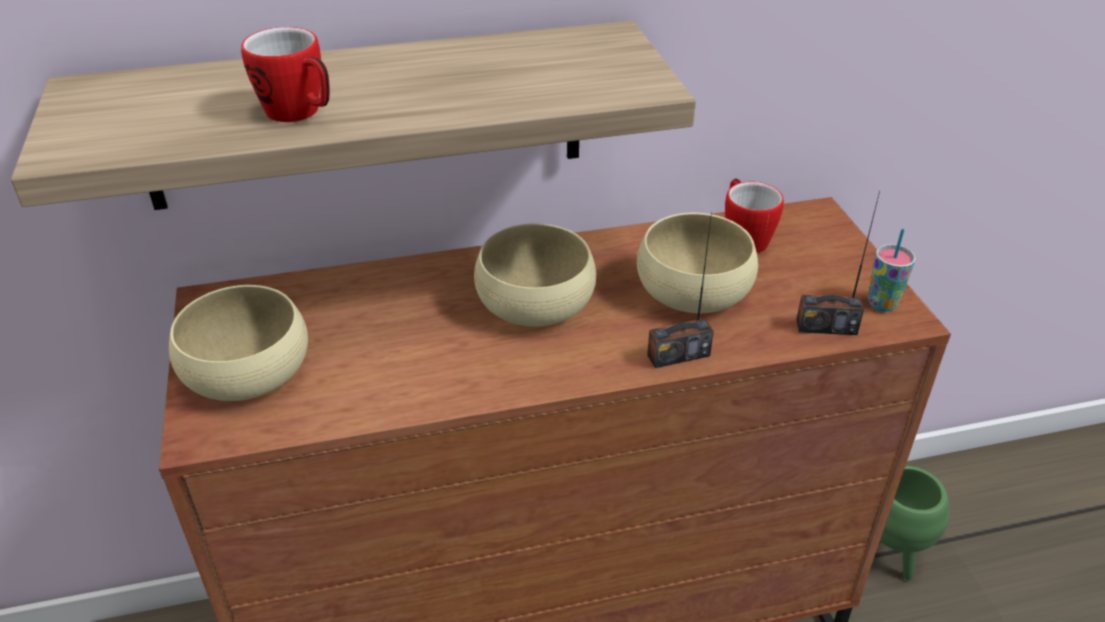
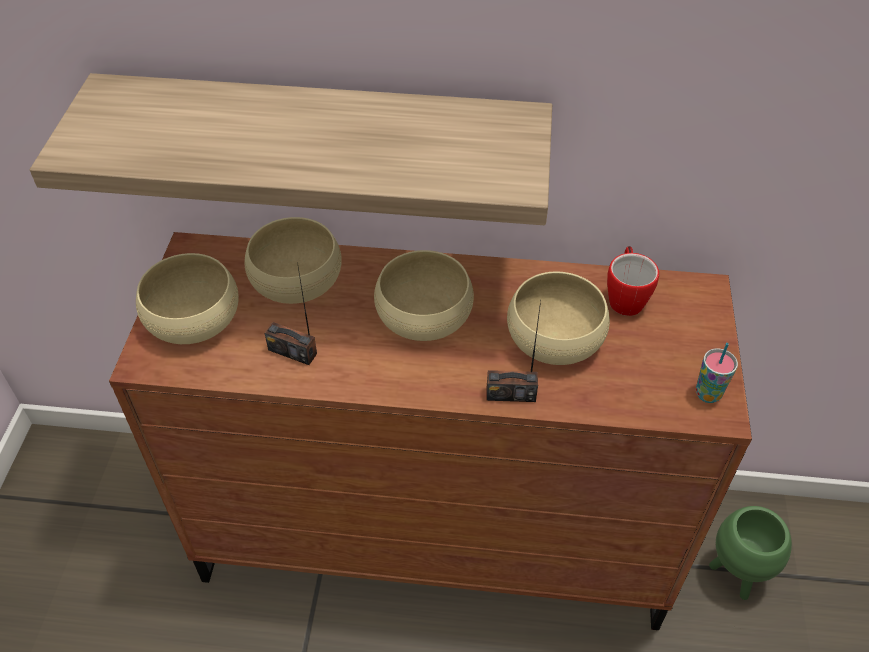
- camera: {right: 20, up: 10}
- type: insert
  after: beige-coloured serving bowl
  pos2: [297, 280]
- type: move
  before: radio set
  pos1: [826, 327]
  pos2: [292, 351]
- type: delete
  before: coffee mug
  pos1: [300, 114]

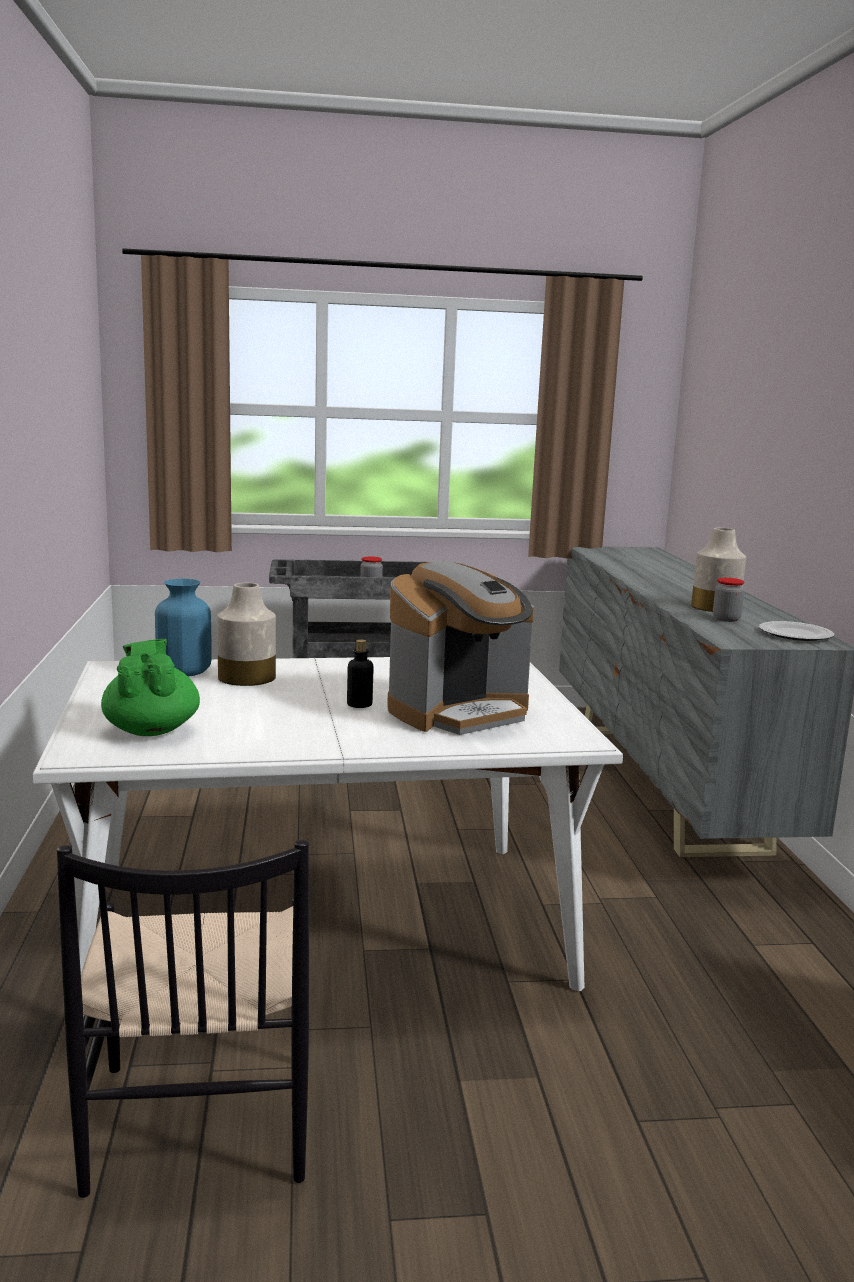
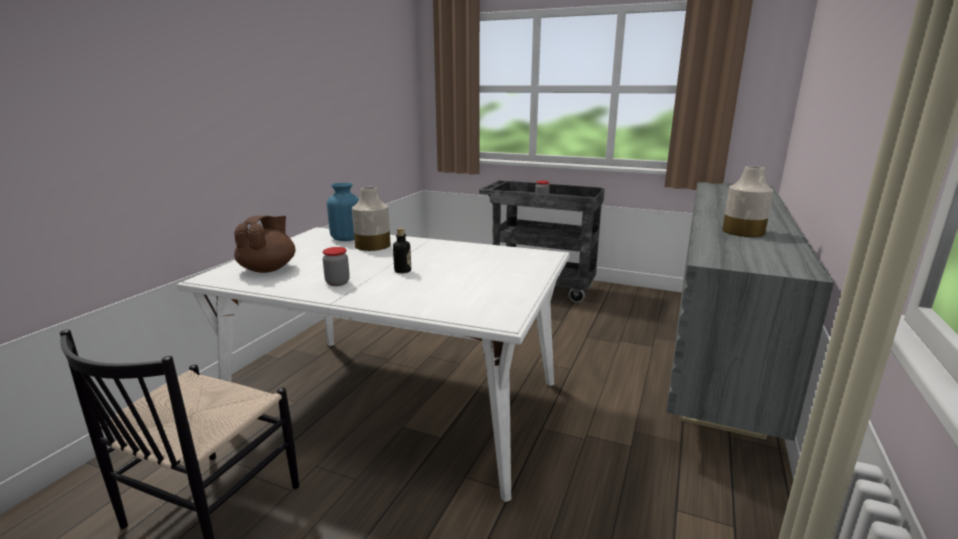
- camera: {right: 30, up: 5}
- type: recolor
  before: green-coloured pot for tea
  after: brown-coloured pot for tea
  pos1: [151, 730]
  pos2: [268, 269]
- type: move
  before: preserve jar
  pos1: [726, 619]
  pos2: [337, 283]
- type: delete
  before: coffee machine
  pos1: [459, 712]
- type: delete
  before: flat dish
  pos1: [794, 634]

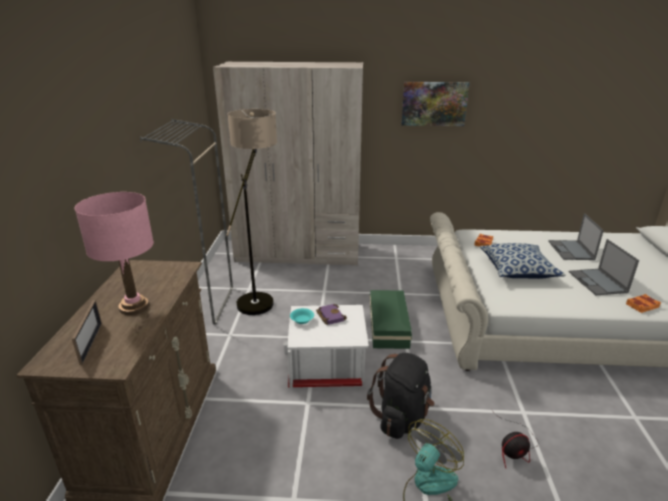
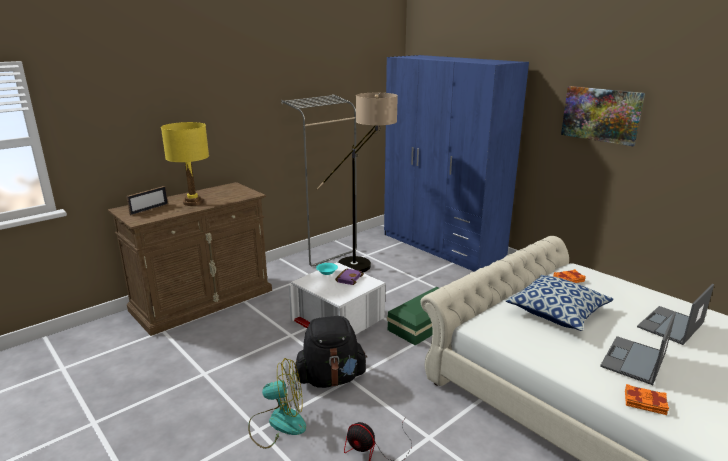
- camera: {right: 45, up: -5}
- type: recolor
  before: pink tabletop lamp
  after: yellowish tabletop lamp
  pos1: [134, 307]
  pos2: [193, 202]
- type: recolor
  before: beige-coloured clothes cupboard
  after: blue clothes cupboard
  pos1: [298, 253]
  pos2: [442, 246]

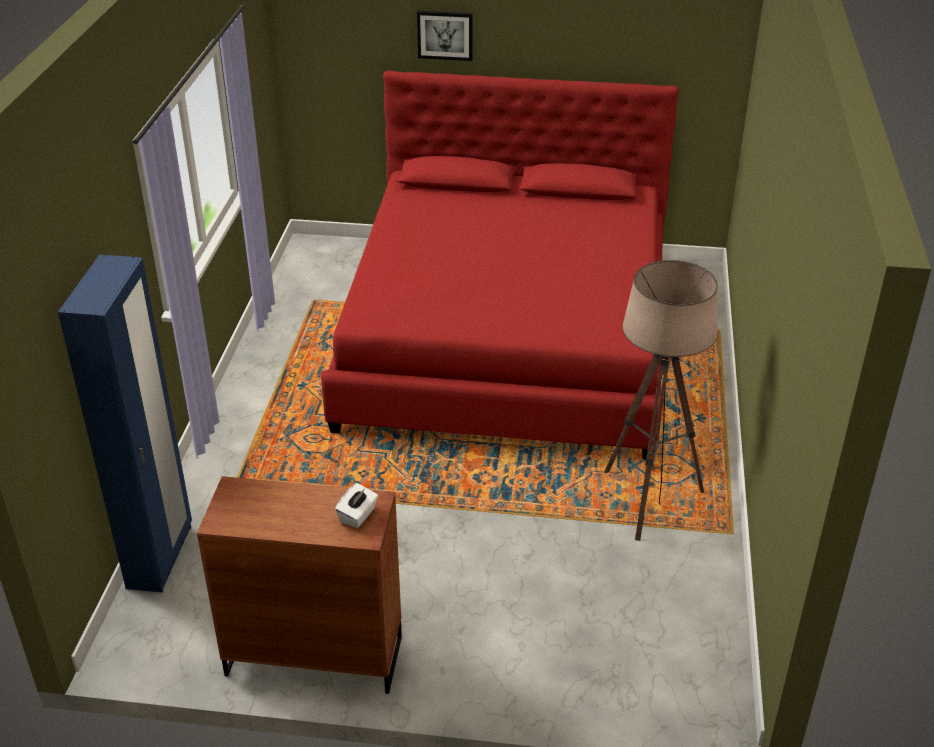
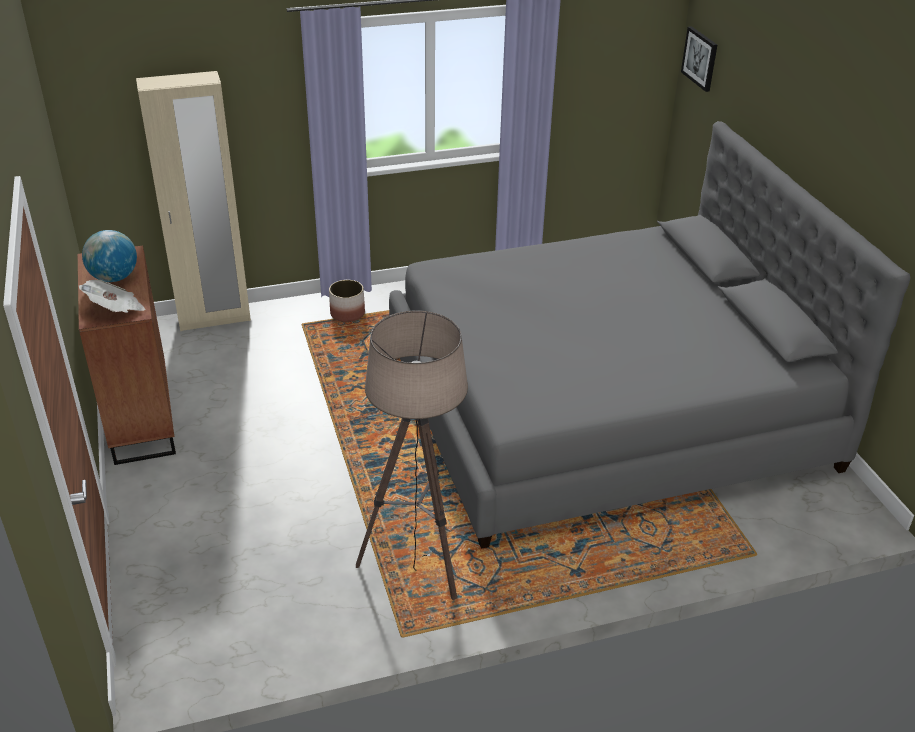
- camera: {right: 65, up: 0}
- type: replace
  before: white tissue box
  after: printed paper
  pos1: [358, 515]
  pos2: [116, 310]
- type: insert
  after: desk globe
  pos2: [114, 278]
- type: recolor
  before: blue clothes cupboard
  after: beige-coloured clothes cupboard
  pos1: [161, 557]
  pos2: [214, 319]
- type: insert
  after: flower pot
  pos2: [348, 313]
- type: recolor
  before: reddish bed
  after: greyish bed
  pos1: [508, 338]
  pos2: [604, 405]
- type: move
  before: wall picture
  pos1: [445, 35]
  pos2: [700, 58]

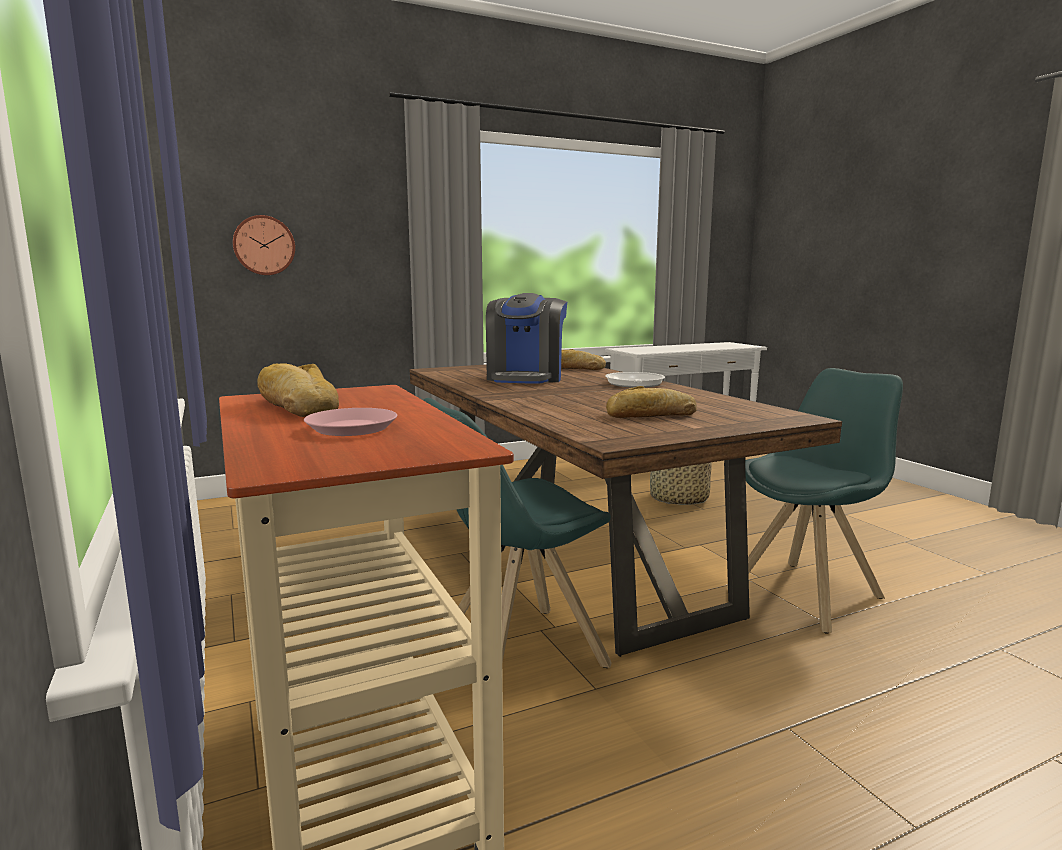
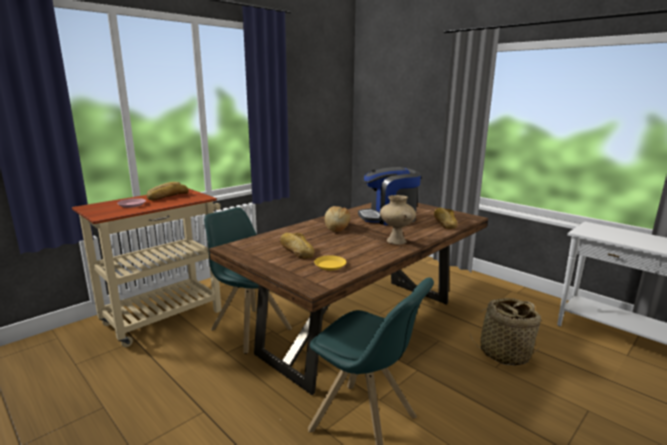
- camera: {right: 70, up: 5}
- type: insert
  after: yellowish flat dish
  pos2: [330, 265]
- type: insert
  after: baked bread
  pos2: [336, 227]
- type: replace
  before: frying pan
  after: beige-coloured vase
  pos1: [634, 384]
  pos2: [395, 241]
- type: delete
  before: hanging clock
  pos1: [264, 245]

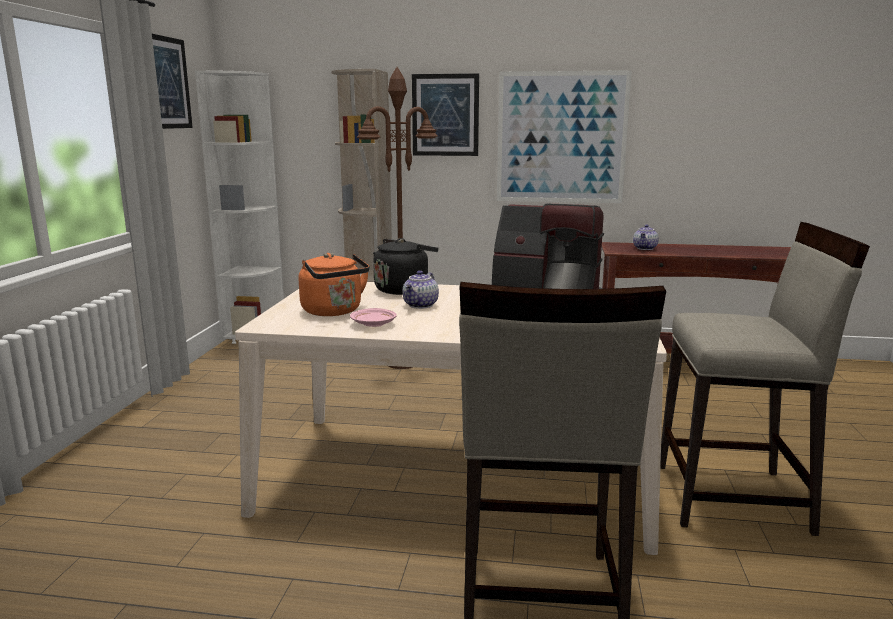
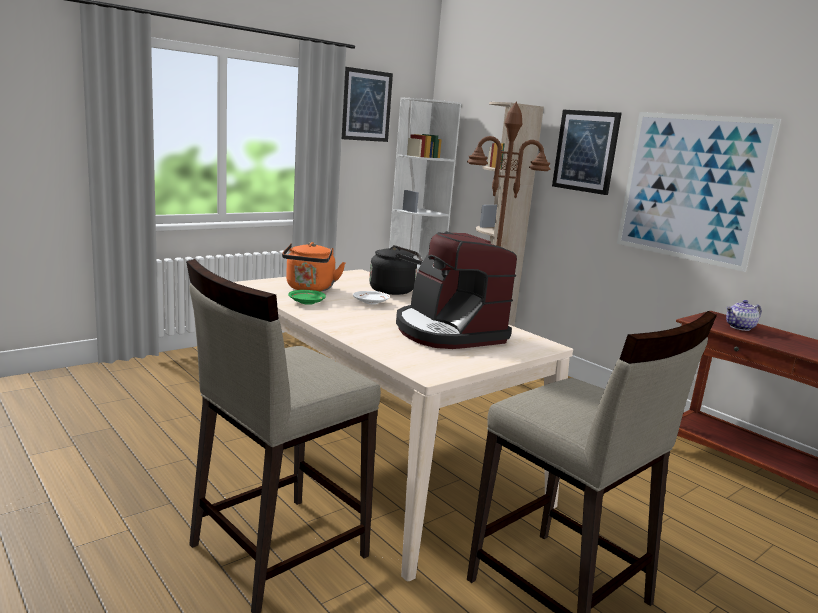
- camera: {right: 40, up: 0}
- type: recolor
  before: pink flat dish
  after: green-coloured flat dish
  pos1: [373, 324]
  pos2: [306, 302]
- type: replace
  before: pot for tea
  after: white flat dish
  pos1: [421, 305]
  pos2: [371, 302]

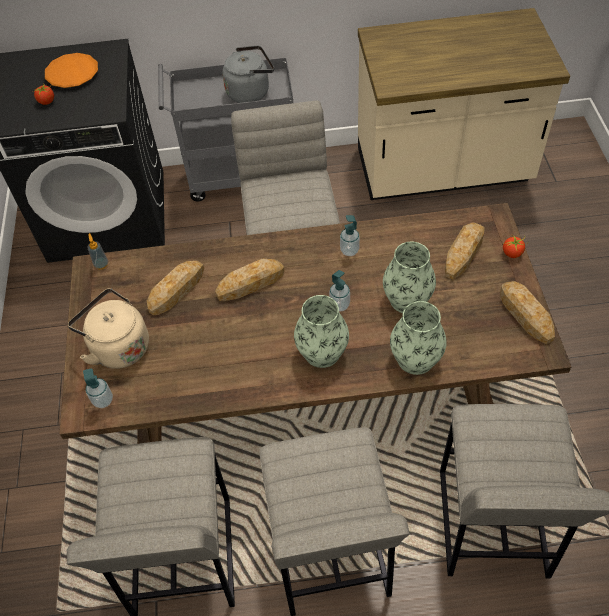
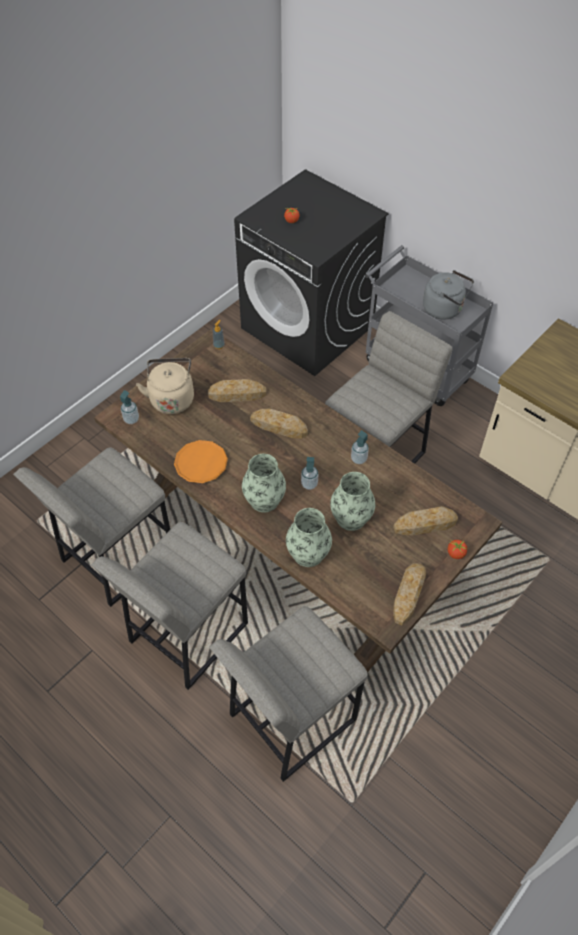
- camera: {right: 45, up: 0}
- type: move
  before: orange-coloured flat dish
  pos1: [72, 74]
  pos2: [201, 464]

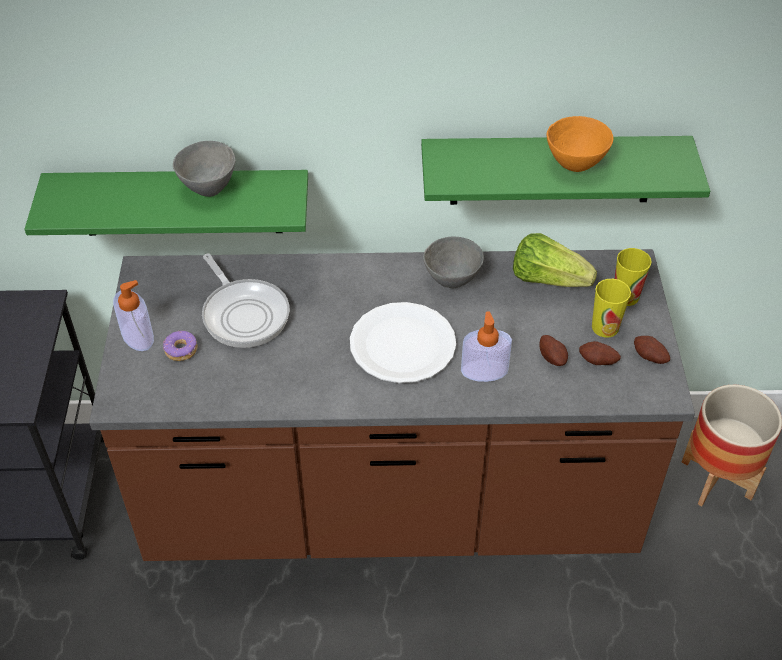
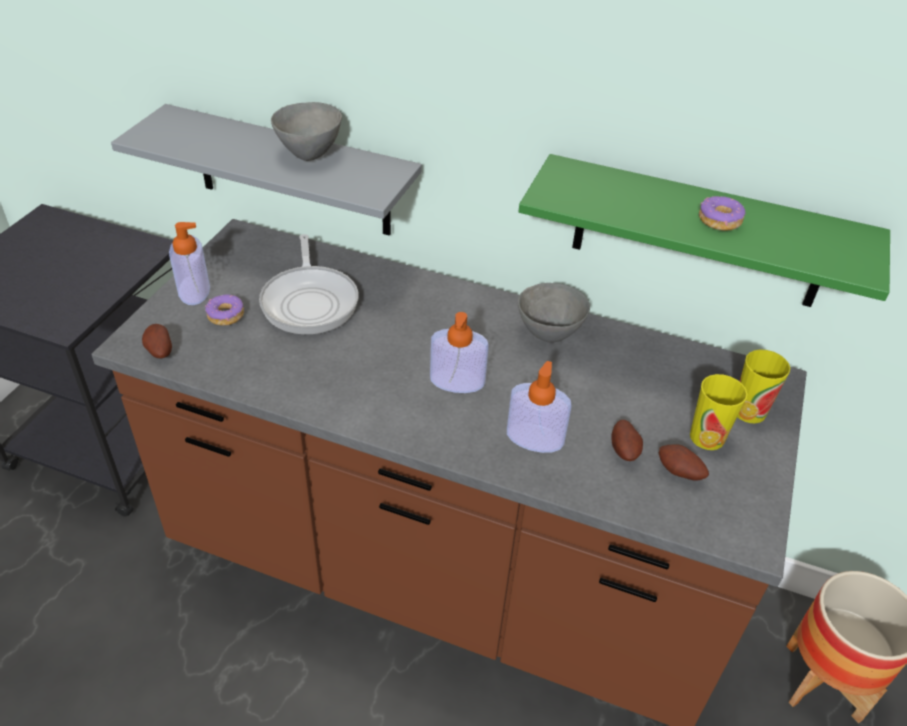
- camera: {right: 20, up: -5}
- type: recolor
  before: green-coloured wall shelf
  after: greyish wall shelf
  pos1: [180, 202]
  pos2: [292, 172]
- type: move
  before: potato
  pos1: [649, 358]
  pos2: [159, 351]
- type: replace
  before: white flat dish
  after: soap dispenser
  pos1: [403, 344]
  pos2: [457, 381]
- type: replace
  before: orange-coloured serving bowl
  after: doughnut
  pos1: [575, 165]
  pos2: [719, 220]
- type: delete
  before: lettuce head
  pos1: [548, 279]

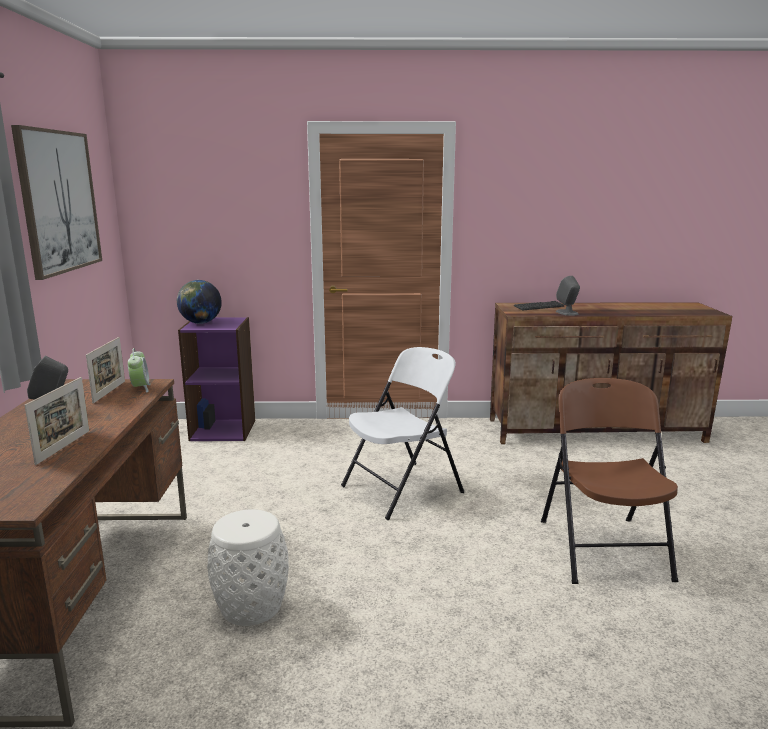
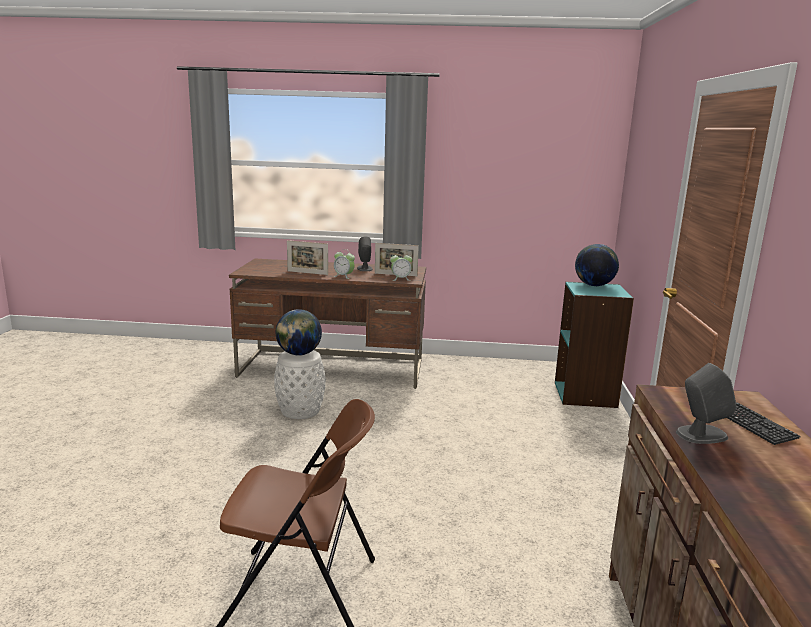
- camera: {right: 95, up: 0}
- type: insert
  after: desk globe
  pos2: [299, 354]
- type: insert
  after: table clock
  pos2: [344, 276]
- type: recolor
  before: purplish bookcase
  after: blue-green bookcase
  pos1: [223, 430]
  pos2: [586, 395]
- type: delete
  before: wall picture
  pos1: [59, 201]
- type: delete
  before: white upright chair
  pos1: [402, 489]

